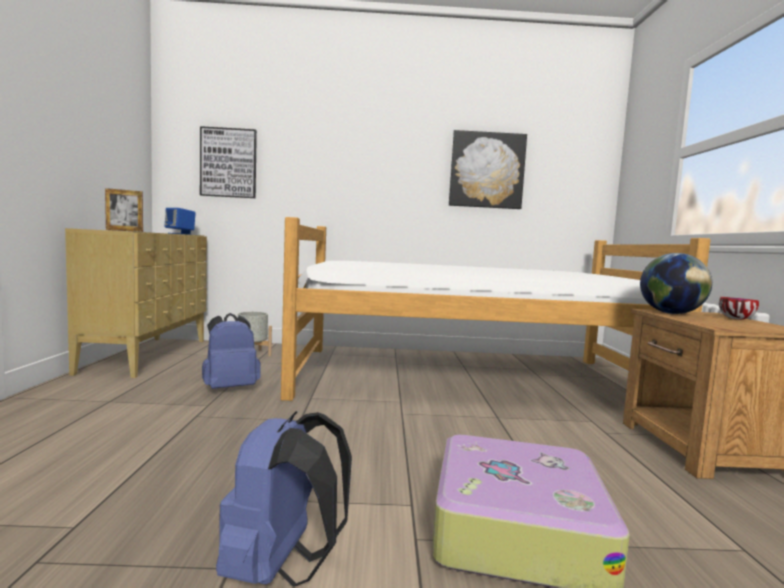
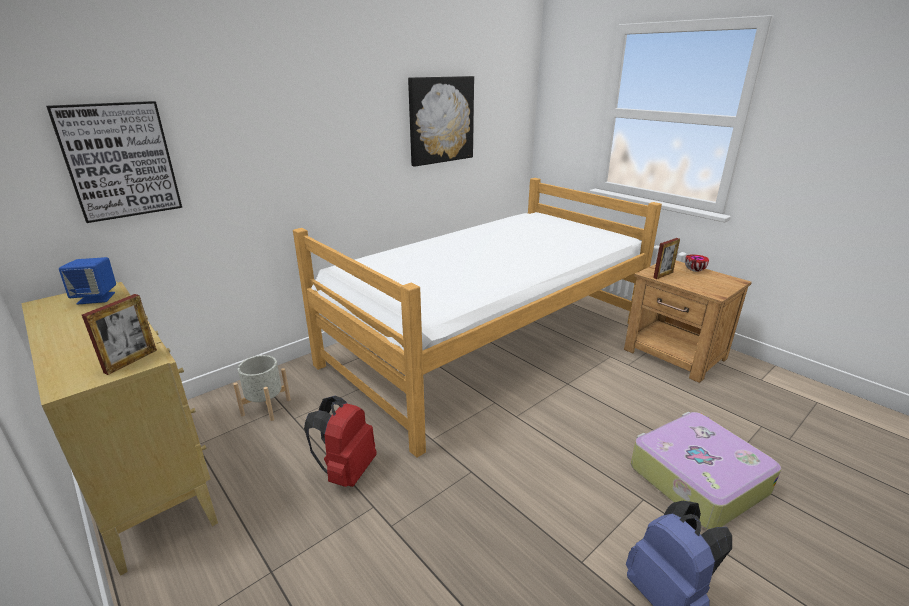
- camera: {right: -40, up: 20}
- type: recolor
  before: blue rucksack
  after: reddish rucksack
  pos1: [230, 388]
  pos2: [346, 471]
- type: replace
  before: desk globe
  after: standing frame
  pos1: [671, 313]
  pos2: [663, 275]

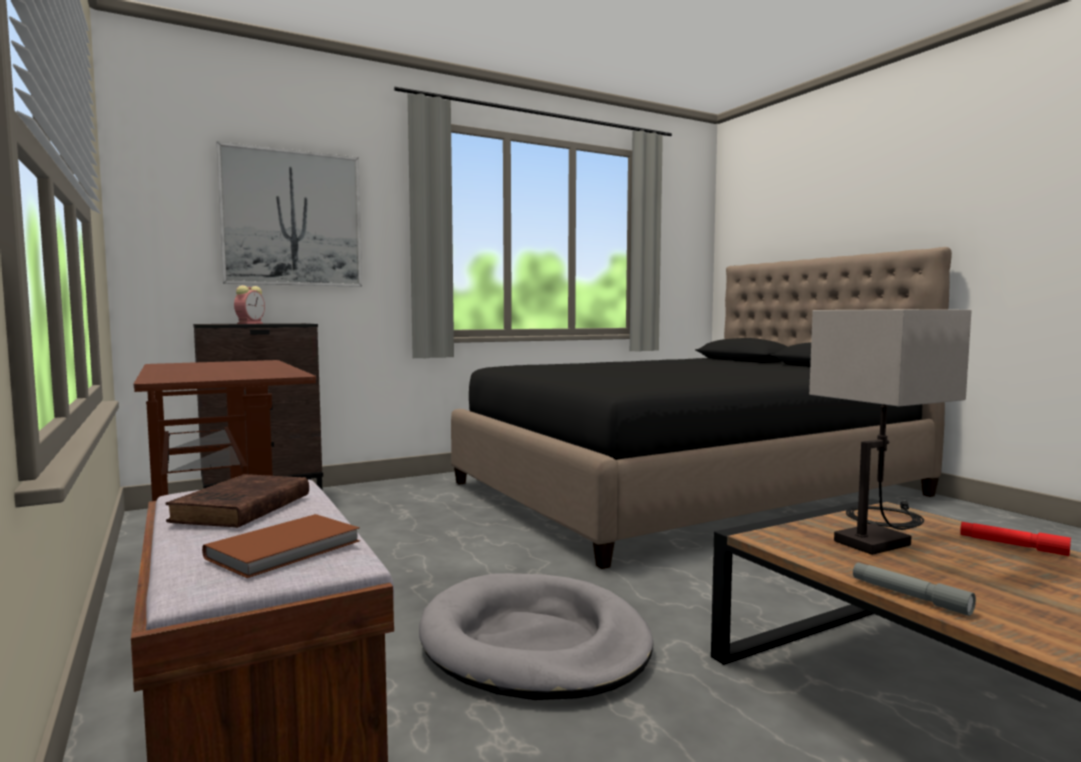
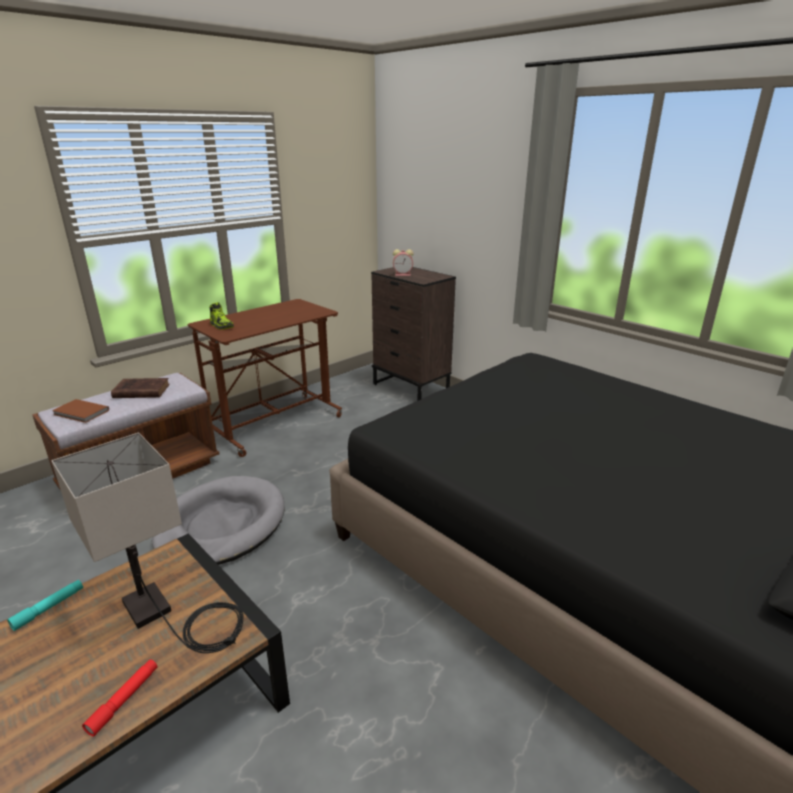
- camera: {right: 75, up: 20}
- type: recolor
  before: greyish torch
  after: blue-green torch
  pos1: [909, 596]
  pos2: [49, 608]
- type: insert
  after: item of footwear
  pos2: [221, 326]
- type: delete
  before: wall picture
  pos1: [292, 218]

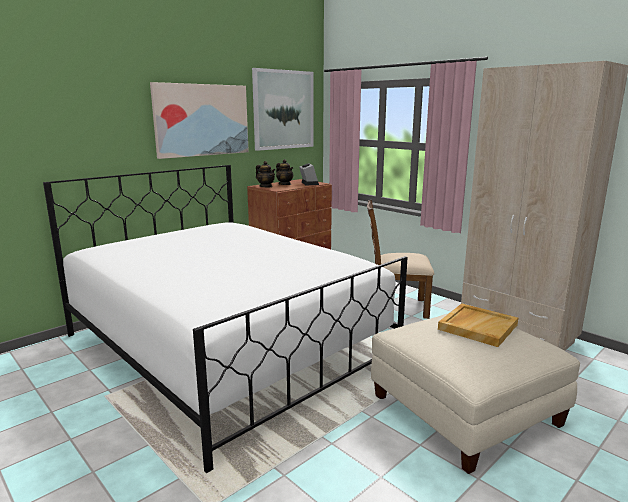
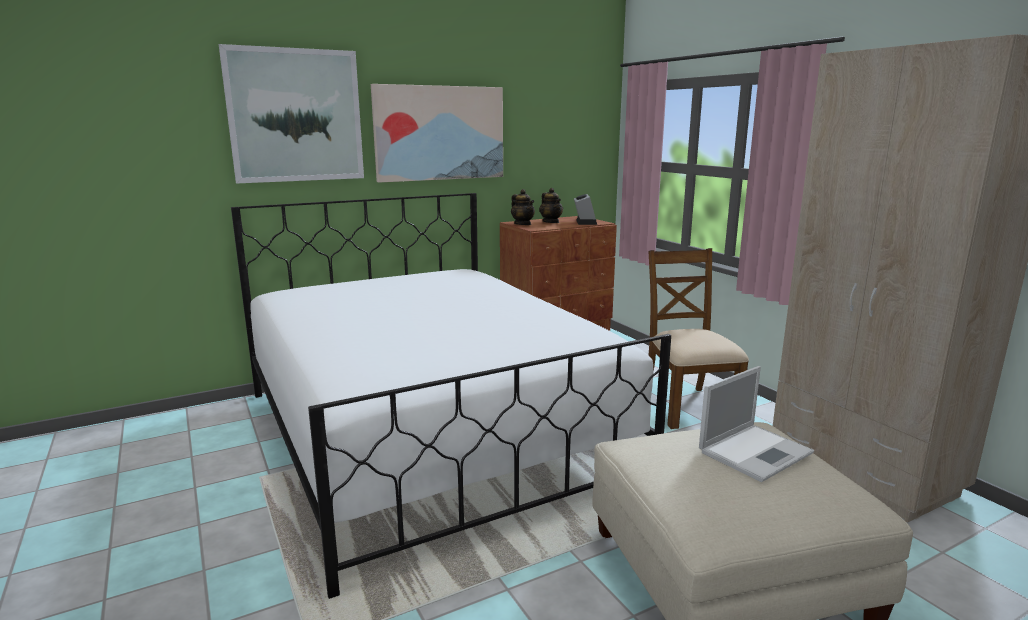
- camera: {right: 15, up: 0}
- type: move
  before: wall picture
  pos1: [283, 110]
  pos2: [295, 116]
- type: rotate
  before: brown-coloured upright chair
  pos1: [396, 307]
  pos2: [687, 406]
  turn: 60
- type: replace
  before: beige-coloured tray
  after: laptop
  pos1: [477, 327]
  pos2: [756, 451]

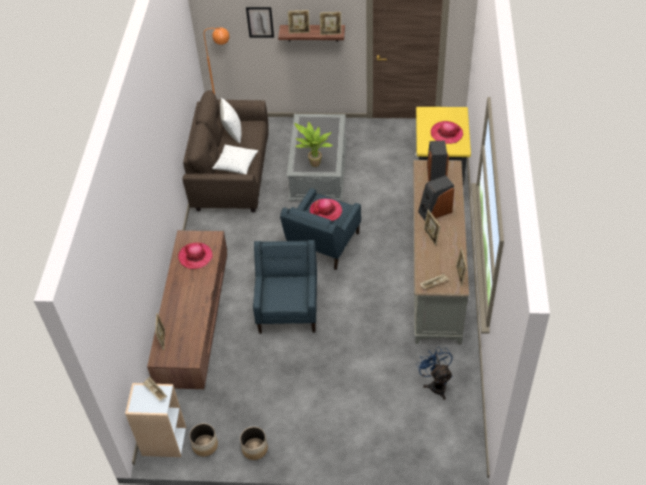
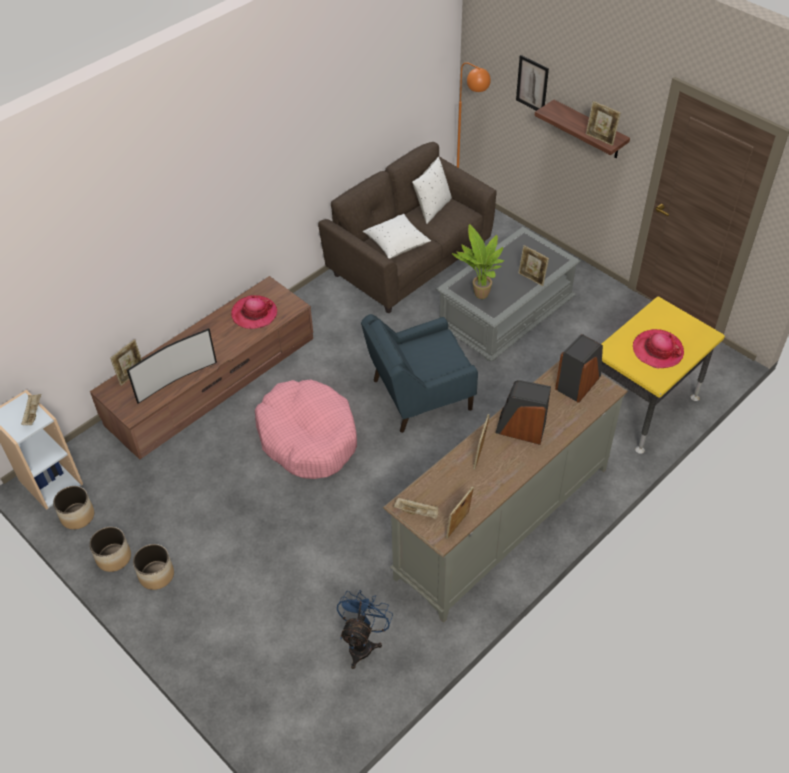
- camera: {right: 40, up: 0}
- type: insert
  after: TV set
  pos2: [175, 380]
- type: insert
  after: flower pot
  pos2: [157, 574]
- type: replace
  before: blue armchair
  after: pink dog bed
  pos1: [288, 308]
  pos2: [308, 437]
- type: move
  before: standing frame
  pos1: [299, 32]
  pos2: [531, 279]
- type: delete
  before: clothing hat
  pos1: [326, 211]

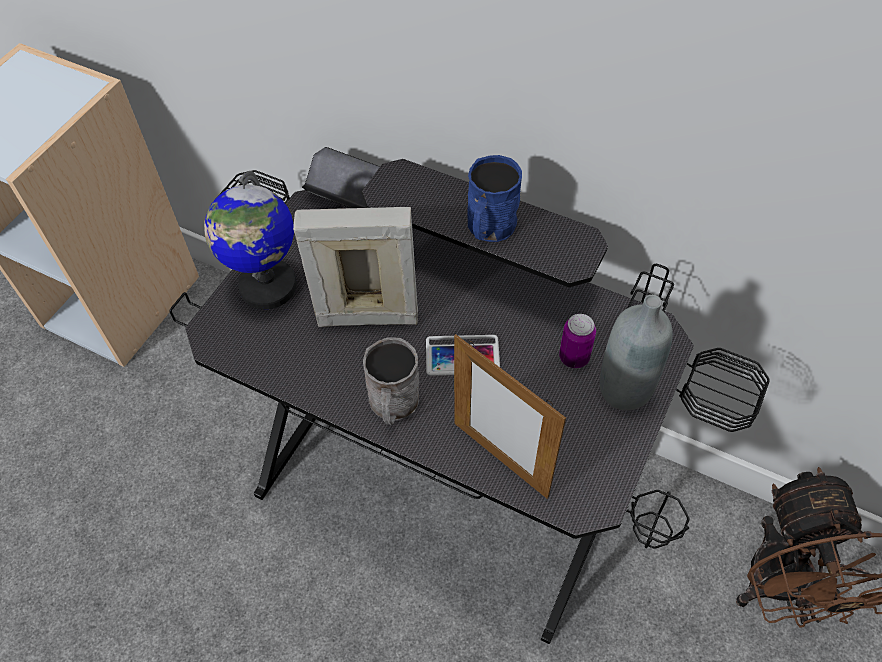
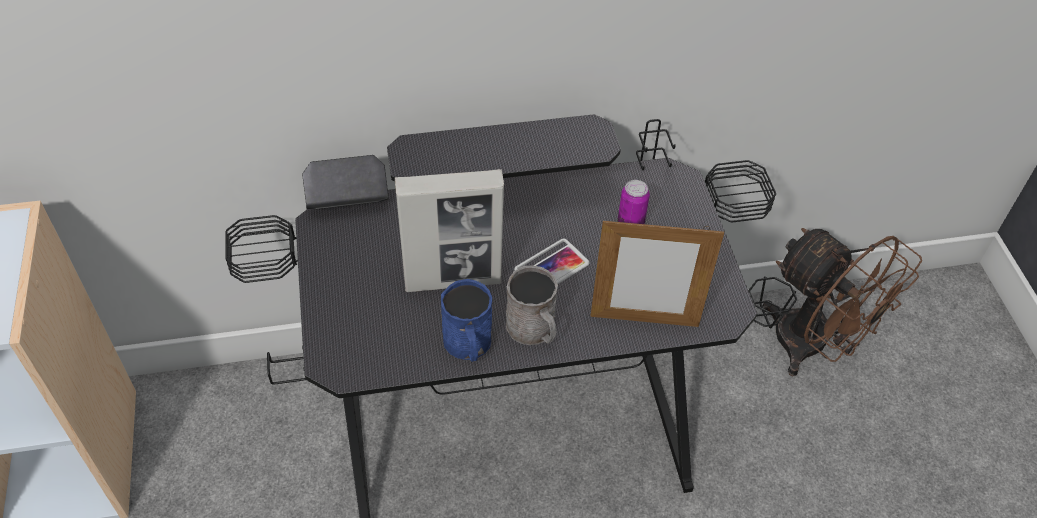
- camera: {right: -40, up: -5}
- type: rotate
  before: standing frame
  pos1: [367, 317]
  pos2: [453, 280]
  turn: -150
- type: move
  before: blue coffee mug
  pos1: [489, 228]
  pos2: [468, 345]
- type: delete
  before: desk globe
  pos1: [267, 286]
- type: delete
  before: greyish bottle
  pos1: [624, 389]

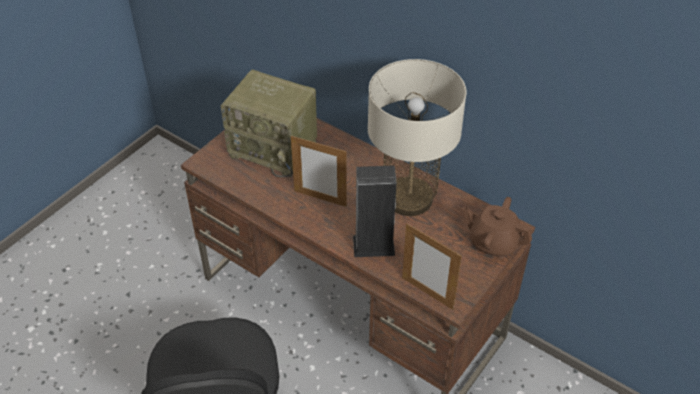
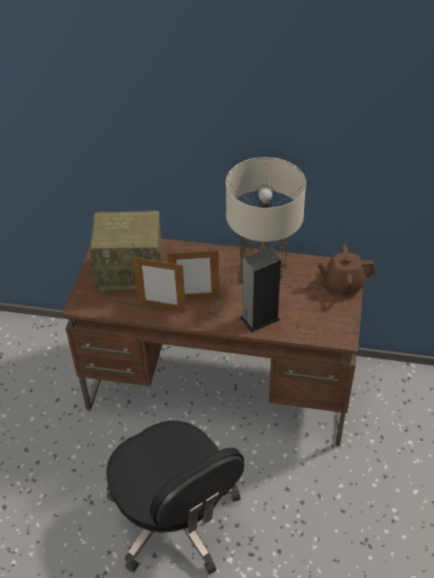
- camera: {right: -25, up: 0}
- type: move
  before: standing frame
  pos1: [427, 293]
  pos2: [162, 307]

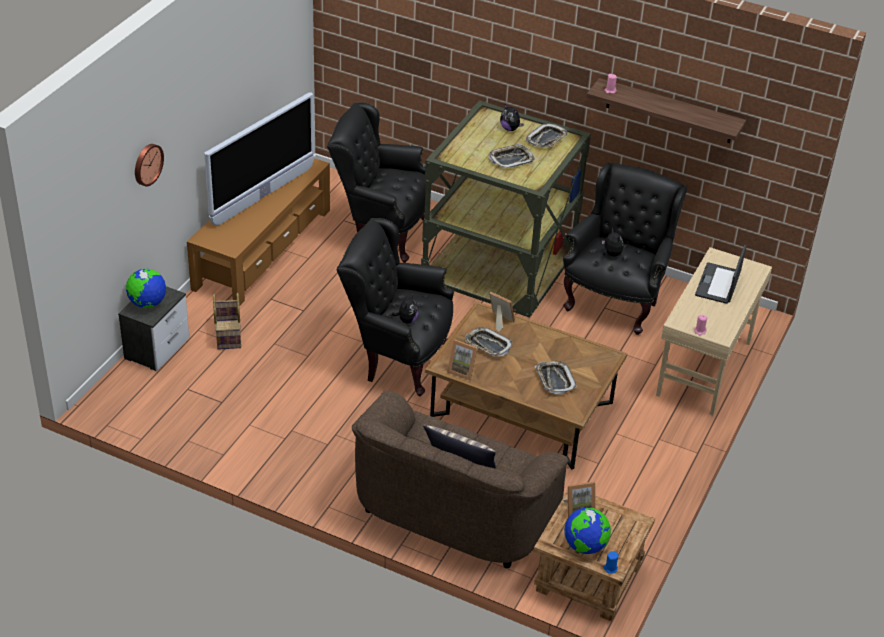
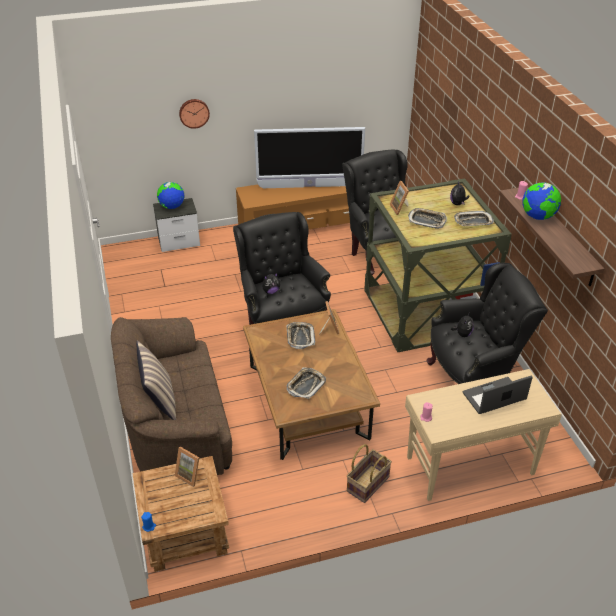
- camera: {right: 50, up: 0}
- type: move
  before: storage basket
  pos1: [227, 334]
  pos2: [367, 483]
- type: move
  before: standing frame
  pos1: [462, 370]
  pos2: [400, 208]
- type: move
  before: desk globe
  pos1: [585, 546]
  pos2: [538, 217]

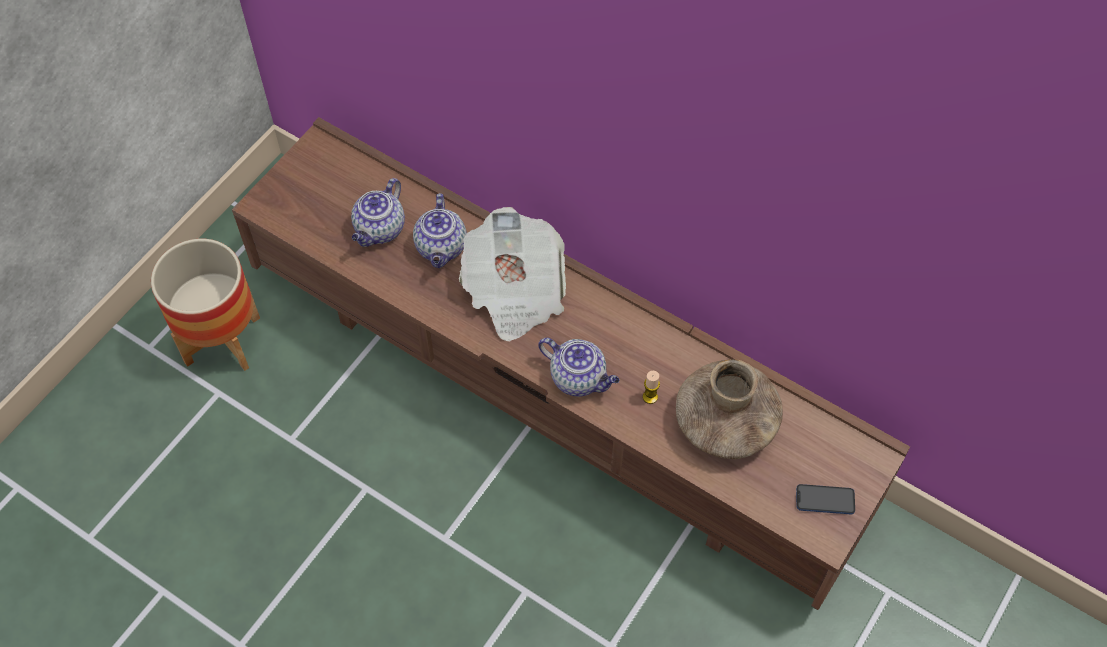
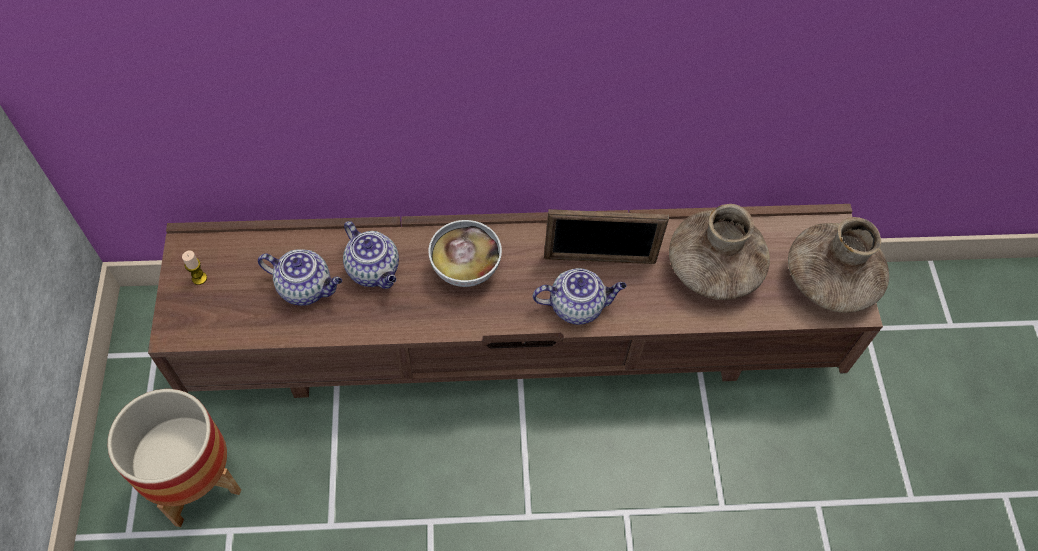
- camera: {right: -40, up: 0}
- type: move
  before: wax candle
  pos1: [650, 397]
  pos2: [199, 278]
- type: rotate
  before: pot for tea
  pos1: [380, 230]
  pos2: [306, 288]
  turn: -60
- type: replace
  before: printed paper
  after: serving bowl
  pos1: [514, 291]
  pos2: [466, 269]
- type: insert
  after: standing frame
  pos2: [599, 259]
- type: replace
  before: telephone
  after: brown-coloured vase
  pos1: [825, 500]
  pos2: [829, 280]

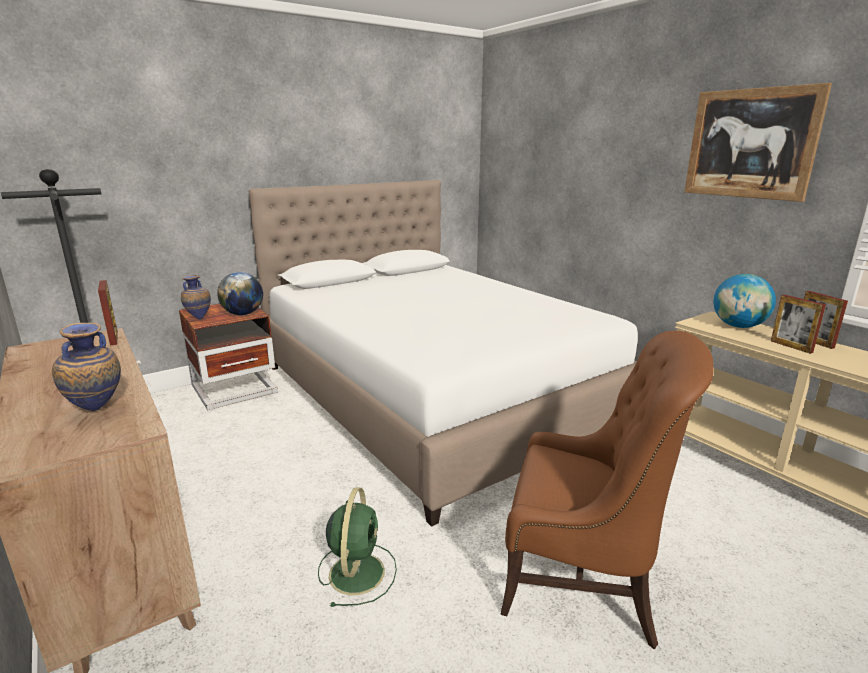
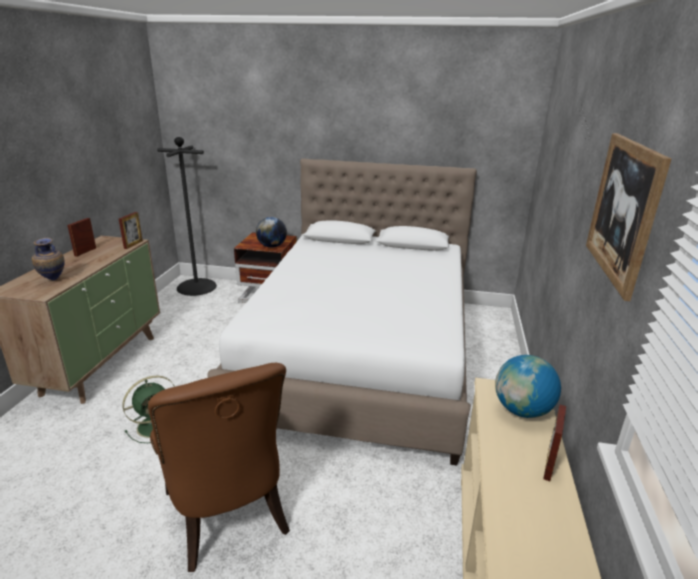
- camera: {right: 45, up: 5}
- type: move
  before: standing frame
  pos1: [791, 346]
  pos2: [85, 252]
- type: delete
  before: vase
  pos1: [199, 318]

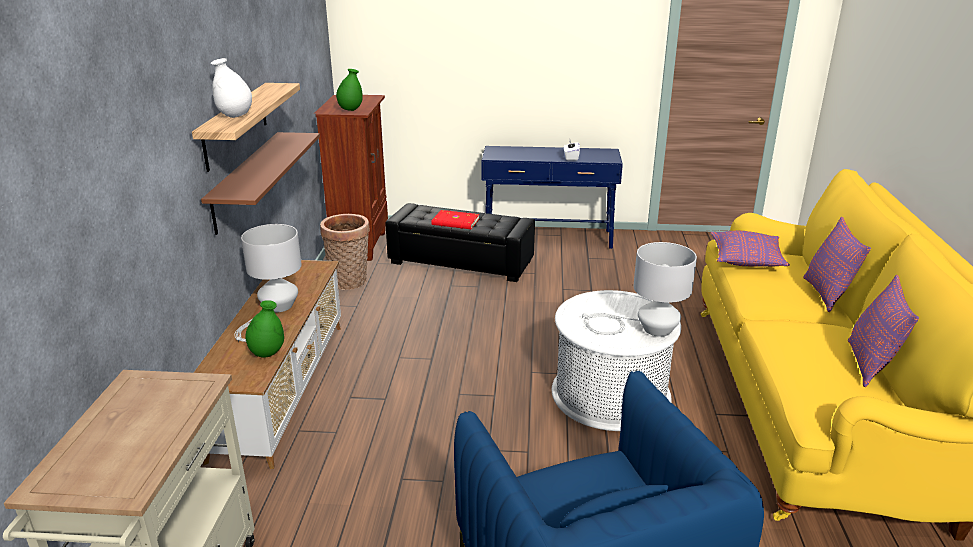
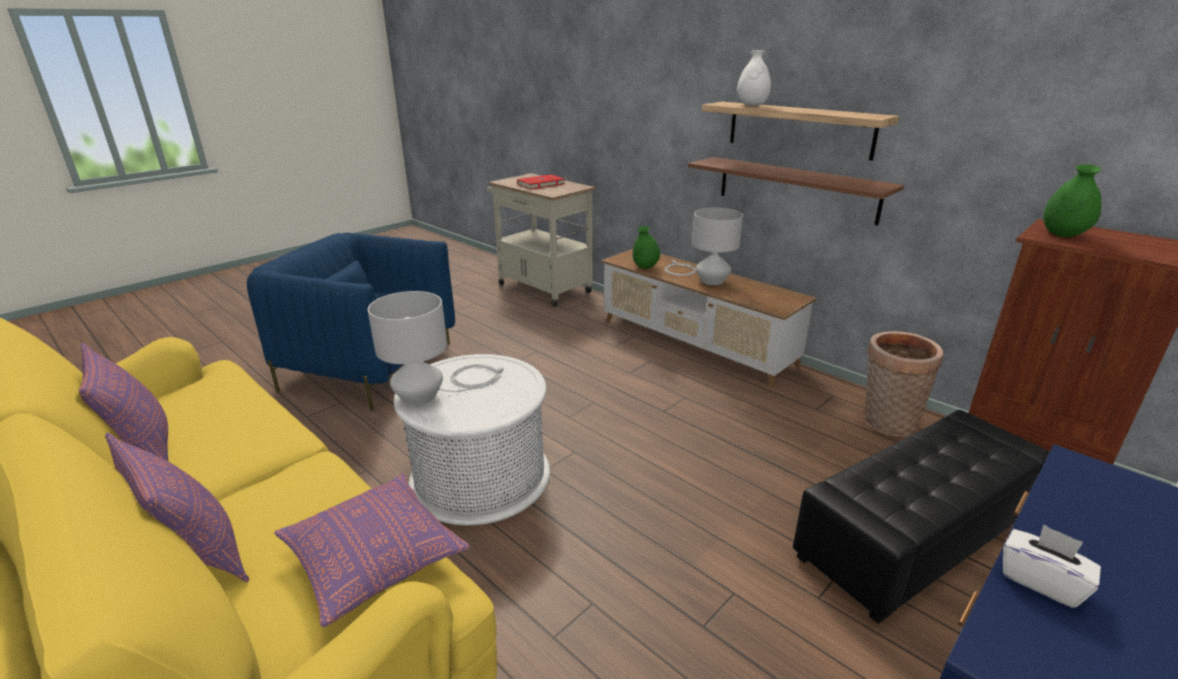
- camera: {right: 130, up: 0}
- type: move
  before: reddish volume
  pos1: [455, 222]
  pos2: [540, 184]

